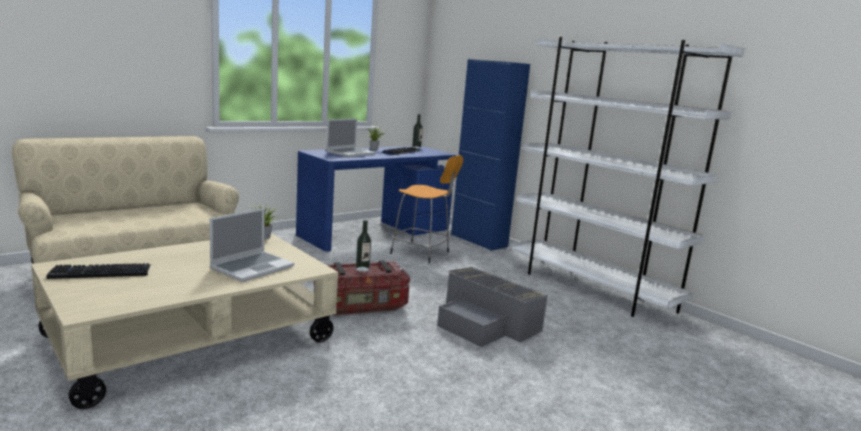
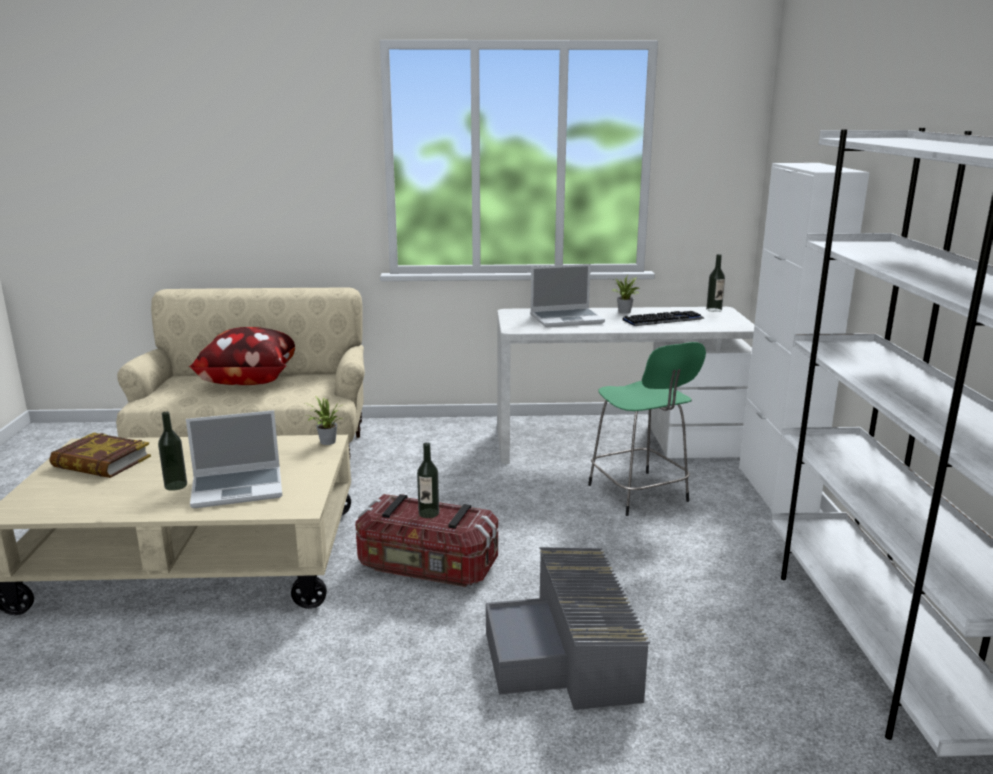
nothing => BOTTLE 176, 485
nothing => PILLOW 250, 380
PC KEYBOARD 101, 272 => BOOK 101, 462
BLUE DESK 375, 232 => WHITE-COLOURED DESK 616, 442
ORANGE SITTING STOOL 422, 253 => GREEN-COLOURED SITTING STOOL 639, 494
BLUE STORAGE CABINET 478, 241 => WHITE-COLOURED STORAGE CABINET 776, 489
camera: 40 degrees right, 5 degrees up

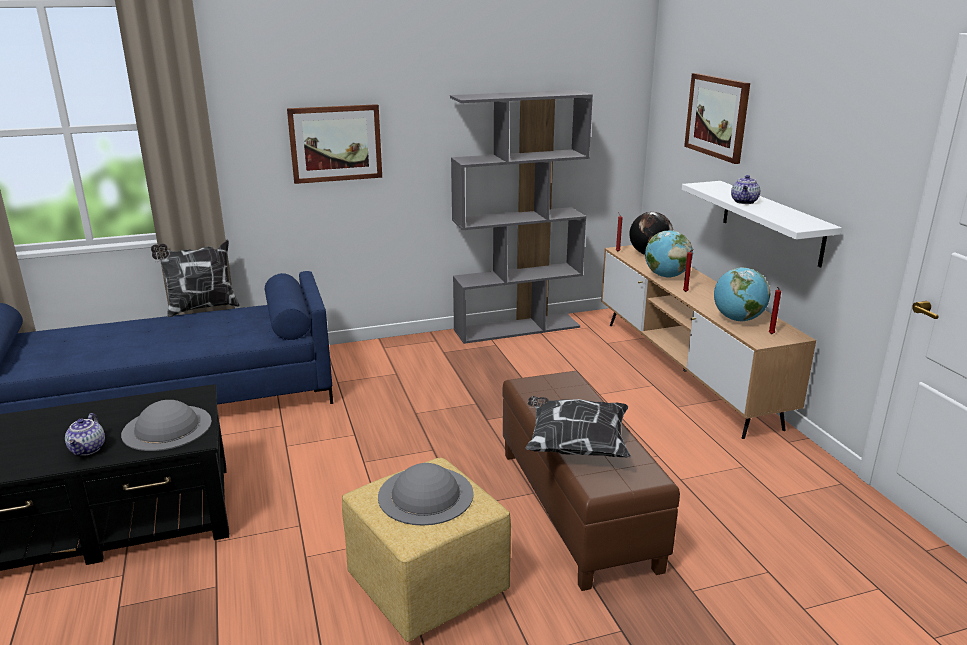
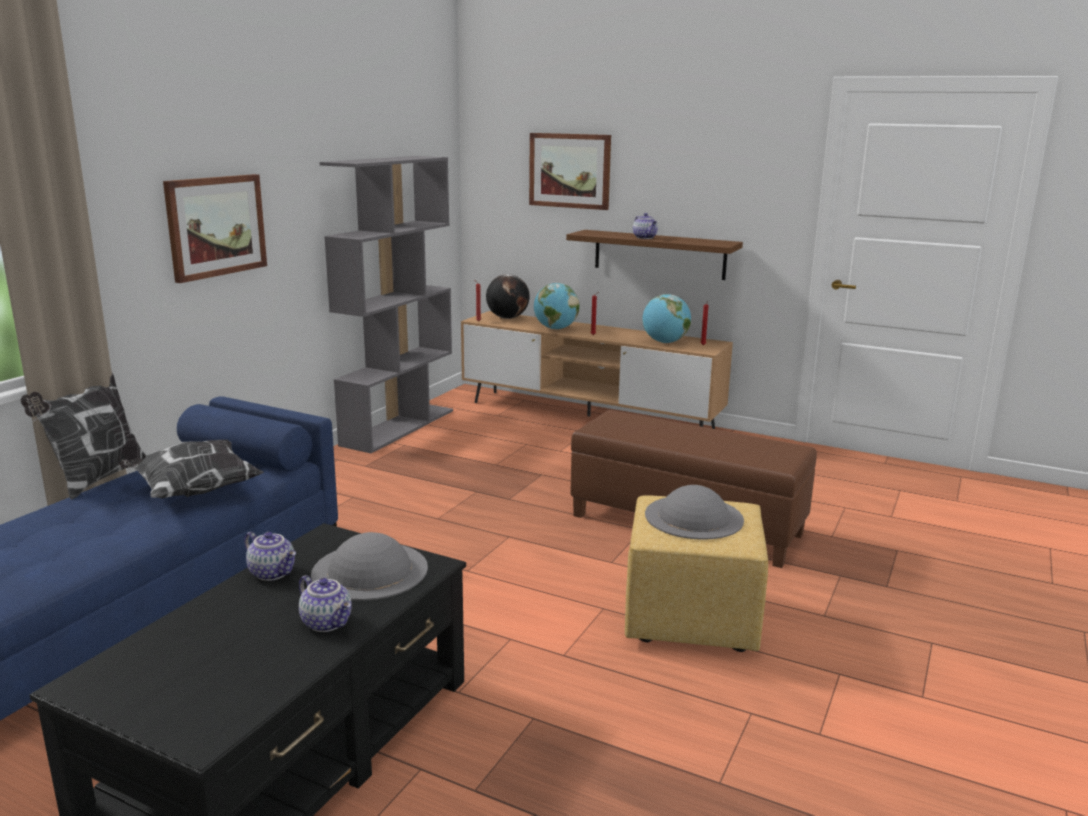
nothing => TEAPOT 273, 573
PILLOW 575, 446 => PILLOW 193, 491, move
WHITE-COLOURED BRACKET SHELF 771, 222 => BROWNISH BRACKET SHELF 659, 254
camera: 45 degrees left, 5 degrees down

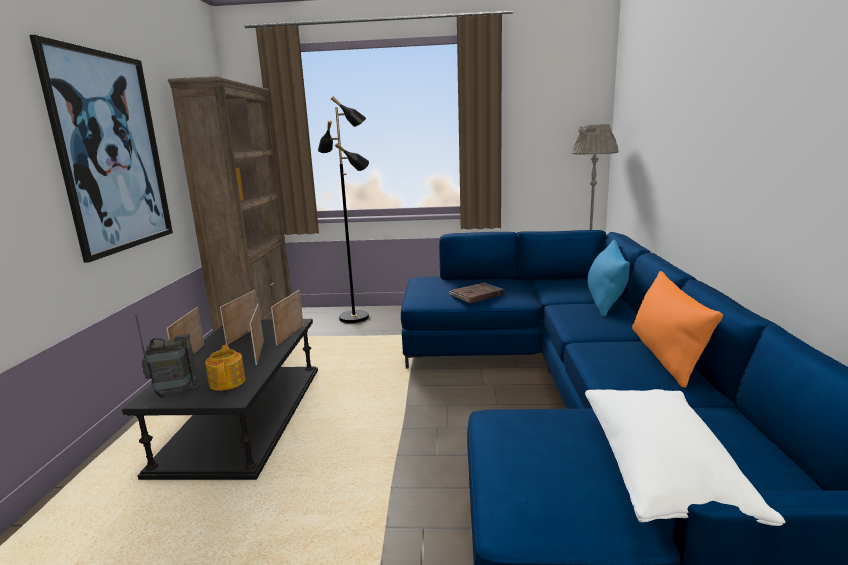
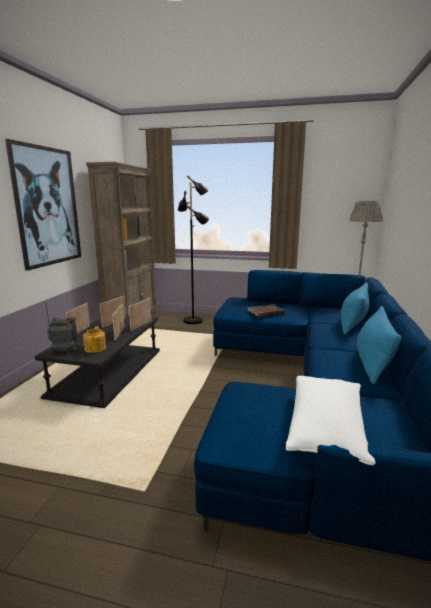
ORANGE PILLOW 664, 355 => BLUE PILLOW 373, 363
camera: 10 degrees right, 0 degrees up

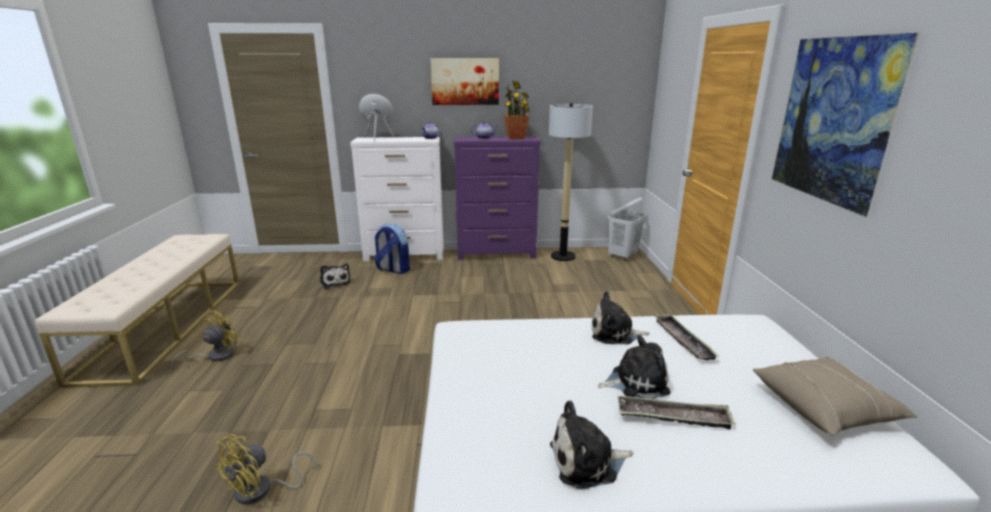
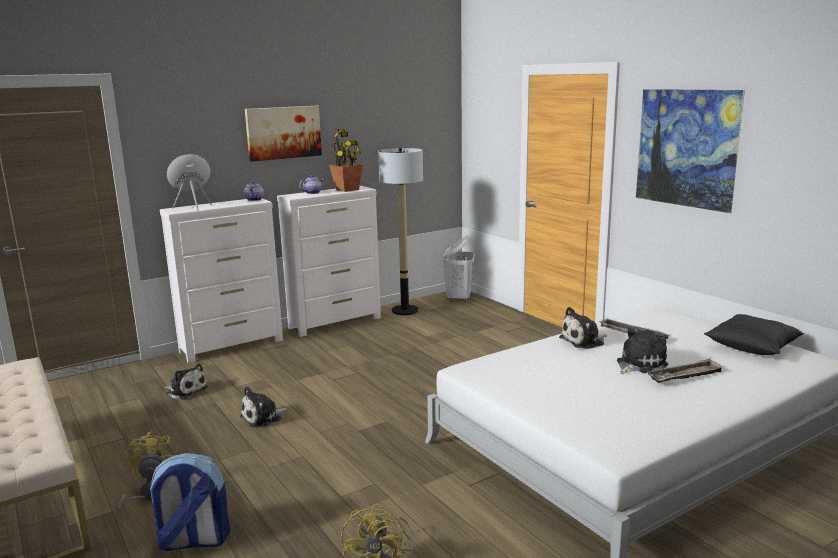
RUCKSACK 393, 269 => RUCKSACK 193, 541, move
PLUSH TOY 587, 462 => PLUSH TOY 263, 418, move
PURPLE-COLOURED CHEST OF DRAWERS 497, 254 => WHITE-COLOURED CHEST OF DRAWERS 336, 322
BEIGE PILLOW 824, 408 => BLACKISH PILLOW 752, 346
camera: 30 degrees left, 5 degrees down

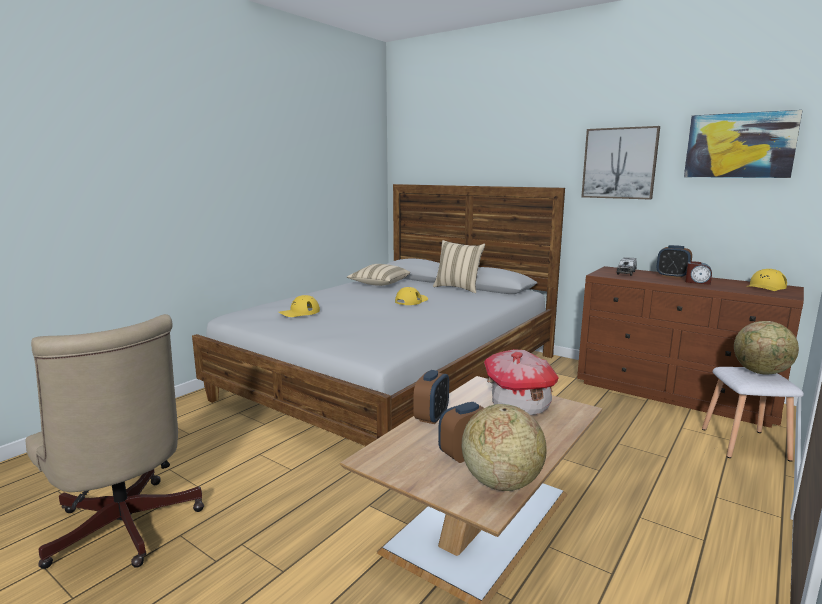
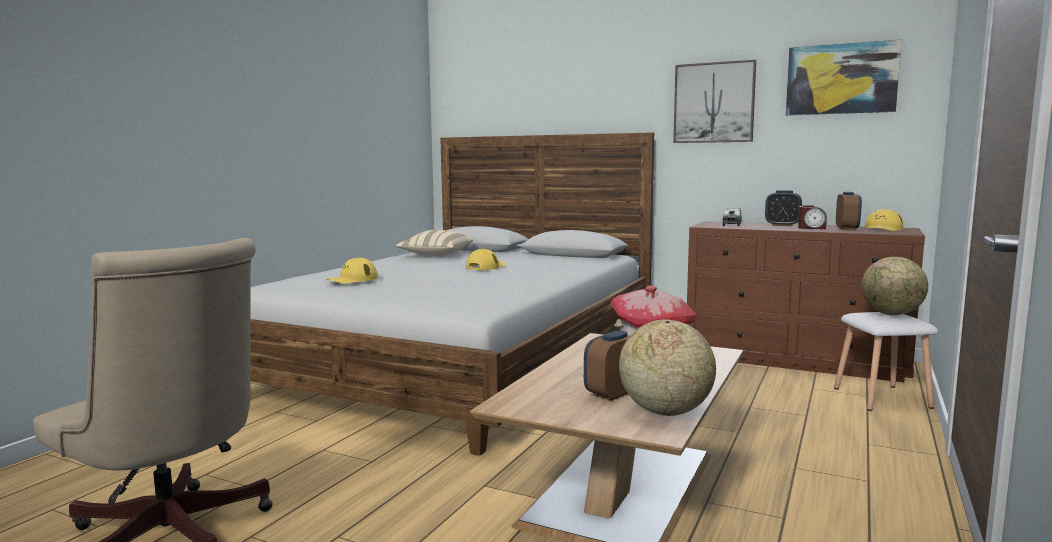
BEIGE PILLOW 458, 288 => nothing
TABLE CLOCK 431, 417 => TABLE CLOCK 847, 229, move
camera: 10 degrees left, 5 degrees down

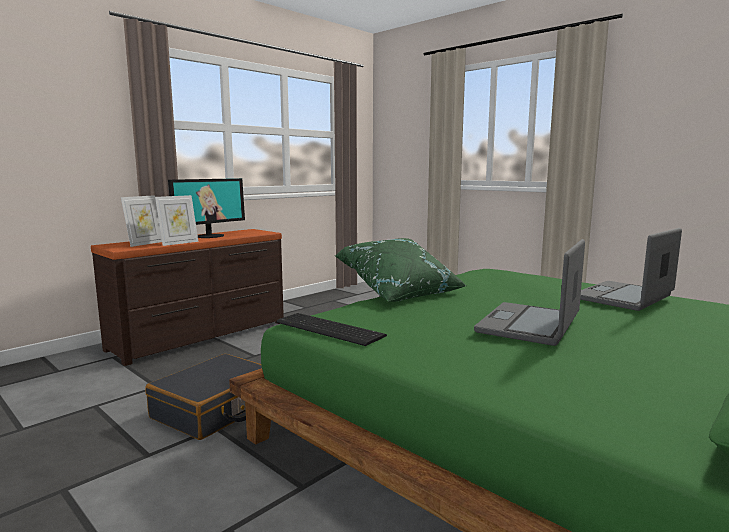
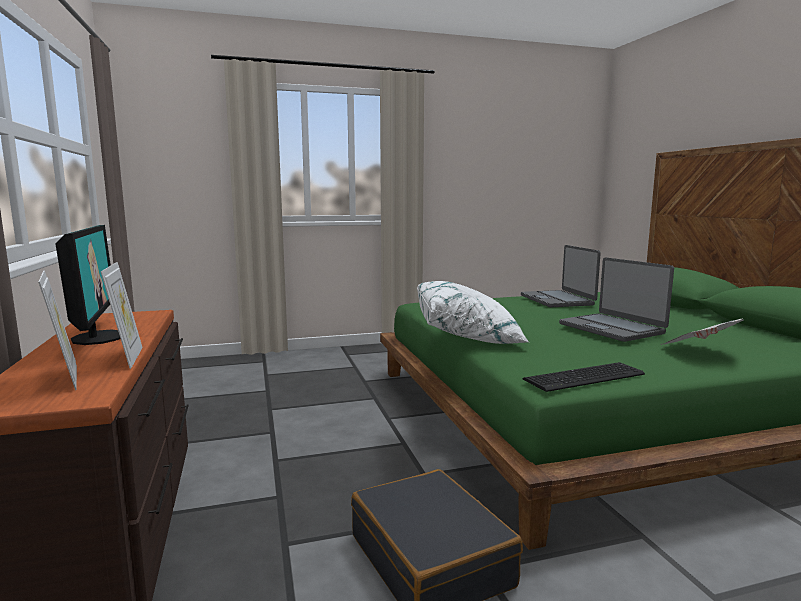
nothing => NEWSPAPER 698, 351
GREEN-COLOURED PILLOW 401, 292 => WHITE-COLOURED PILLOW 468, 336
camera: 60 degrees left, 0 degrees up

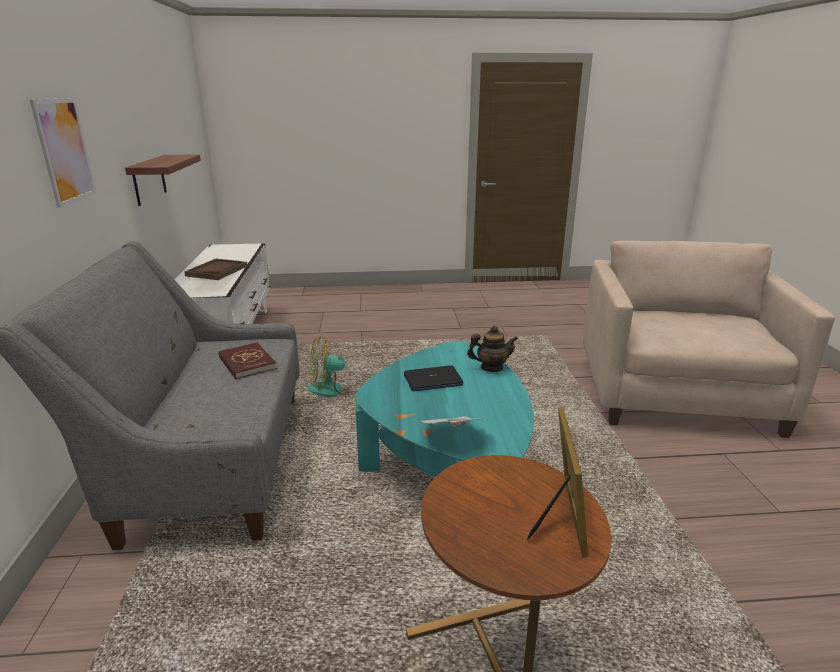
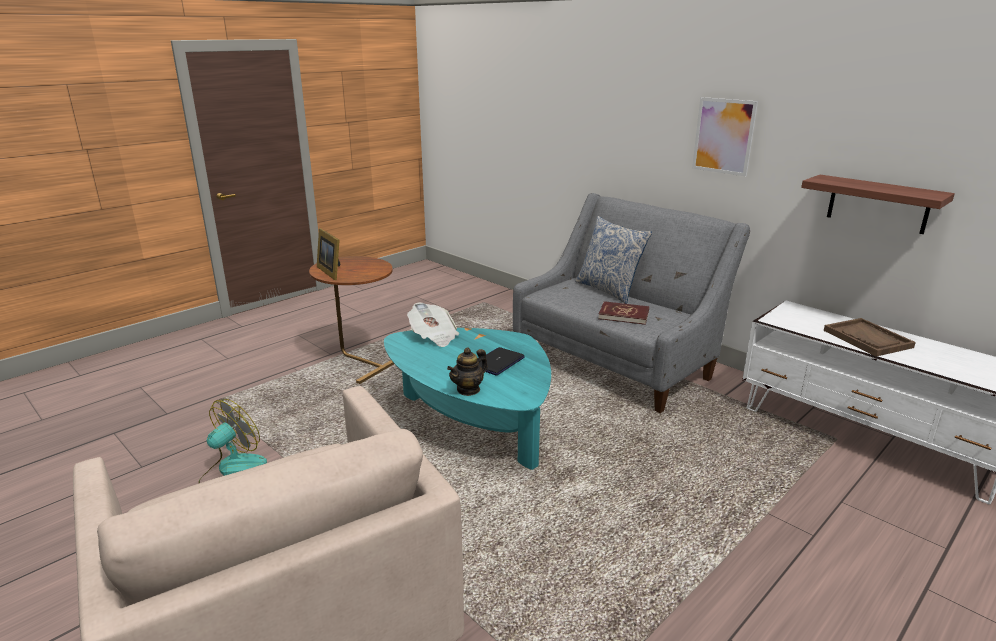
nothing => PILLOW 609, 290
FAN 334, 389 => FAN 232, 471, move
camera: 140 degrees right, 0 degrees up

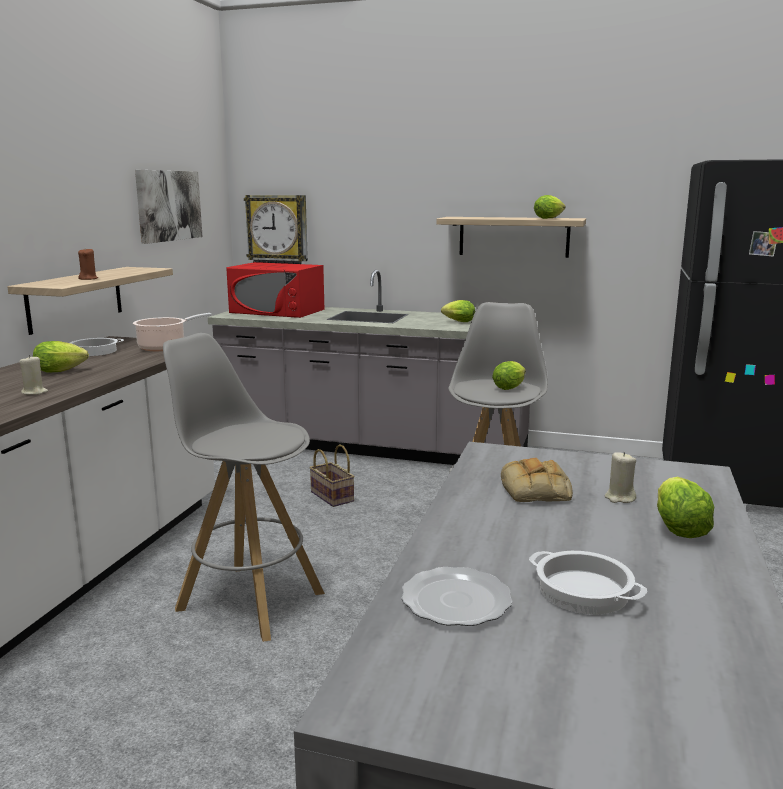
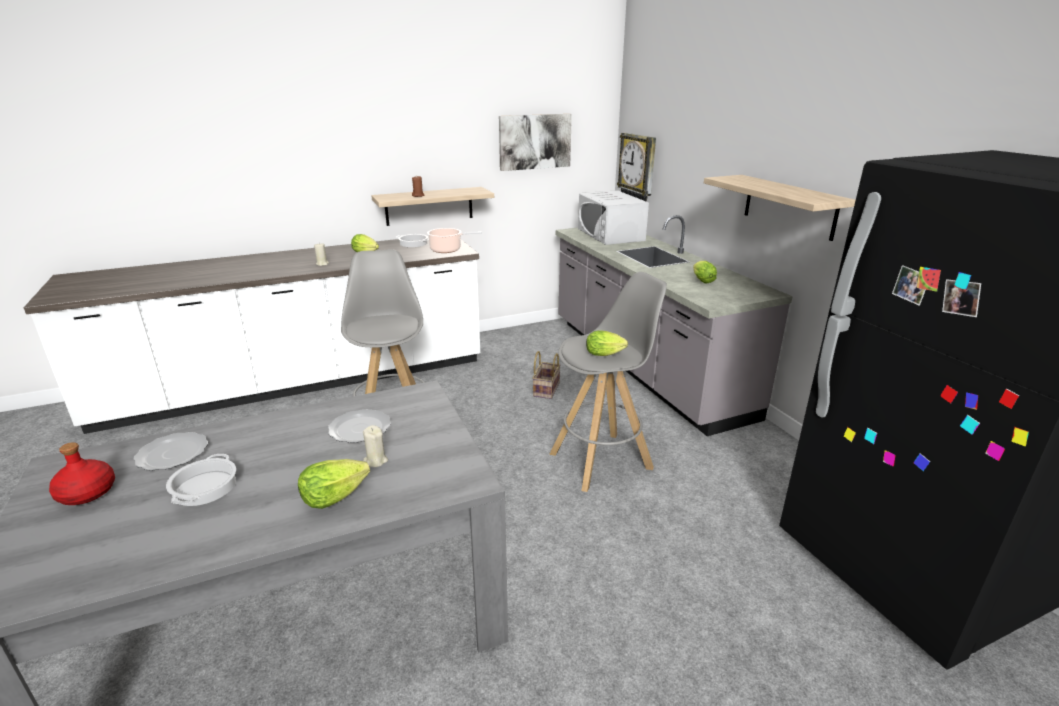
HEAD OF LETTUCE 550, 218 => nothing
nothing => RED-COLOURED BOTTLE 88, 493
BAKED BREAD 536, 491 => DINNER PLATE 360, 429
RED-COLOURED MICROWAVE OVEN 277, 311 => WHITE-COLOURED MICROWAVE OVEN 610, 234
camera: 50 degrees right, 10 degrees up

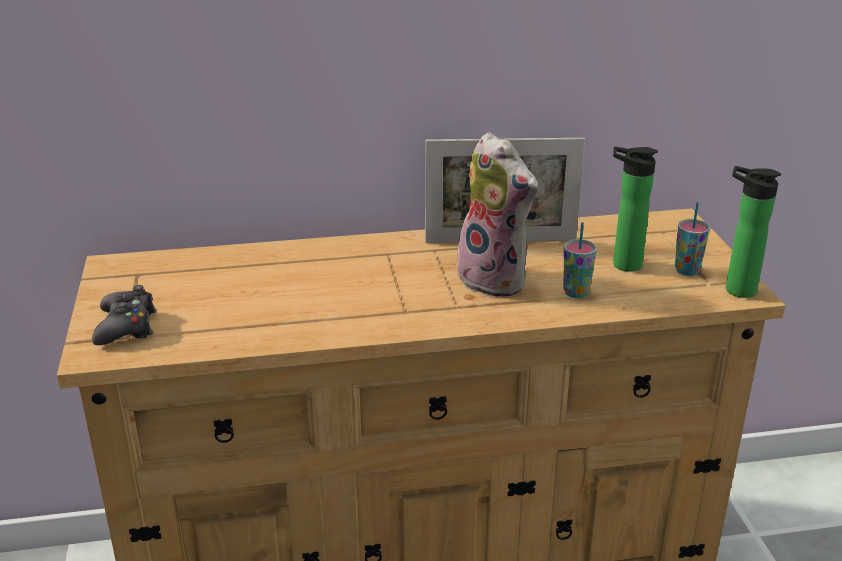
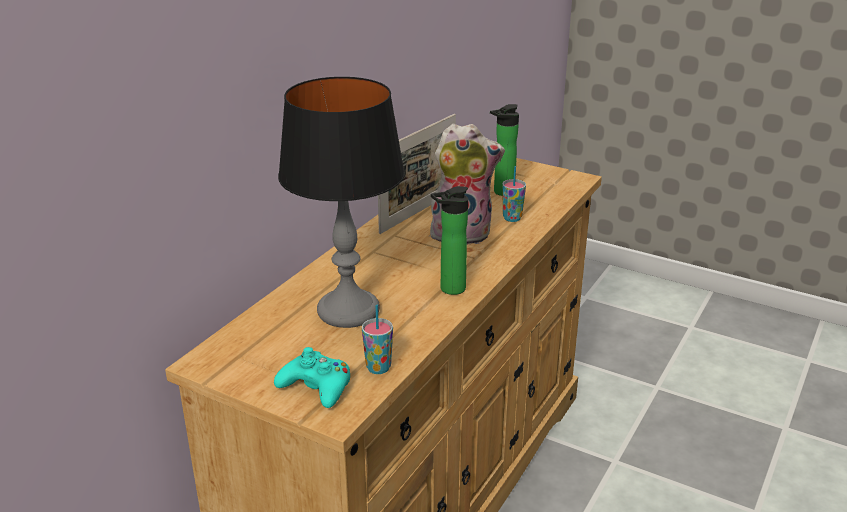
nothing => TABLETOP LAMP 348, 311
CUP 687, 271 => CUP 378, 368, move
BOTTLE 735, 289 => BOTTLE 449, 289, move
BLACKISH JOYPAD 126, 326 => BLUE-GREEN JOYPAD 316, 387
camera: 50 degrees left, 0 degrees up

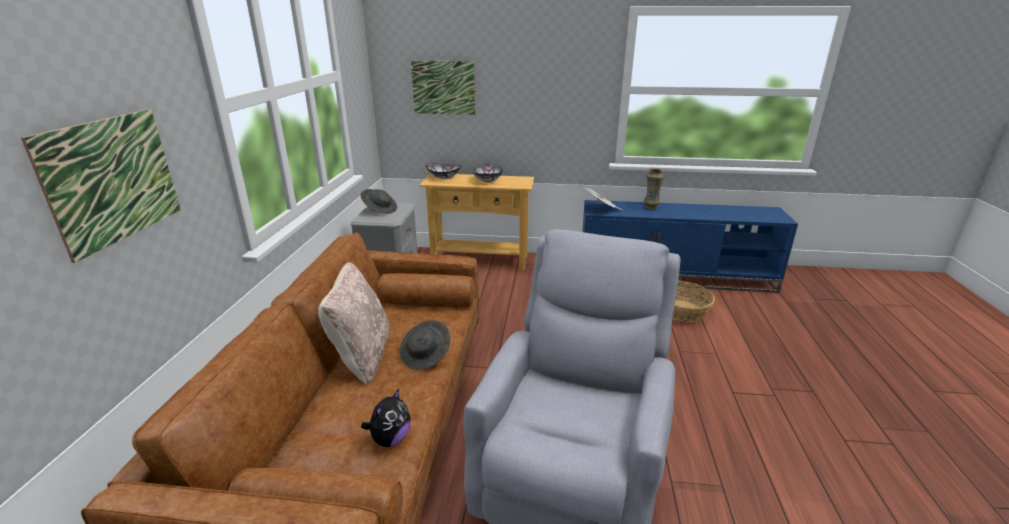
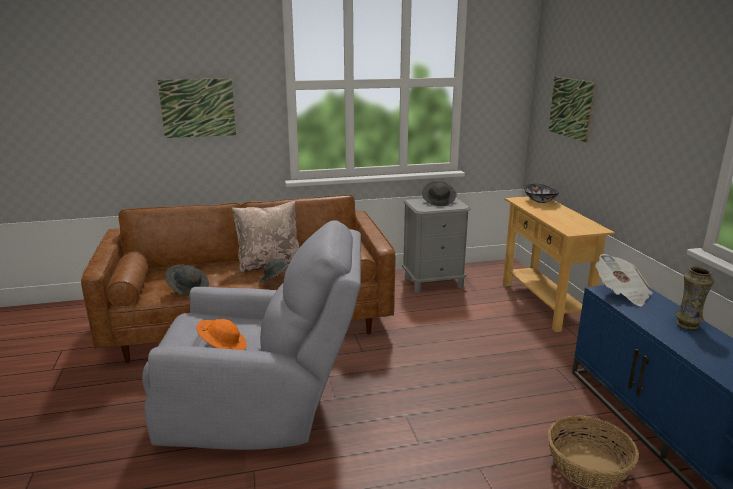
BOWL 487, 180 => nothing
nothing => ORANGE HAT 223, 347
PLUSH TOY 390, 439 => GREY HAT 188, 289
camera: 70 degrees right, 5 degrees down

